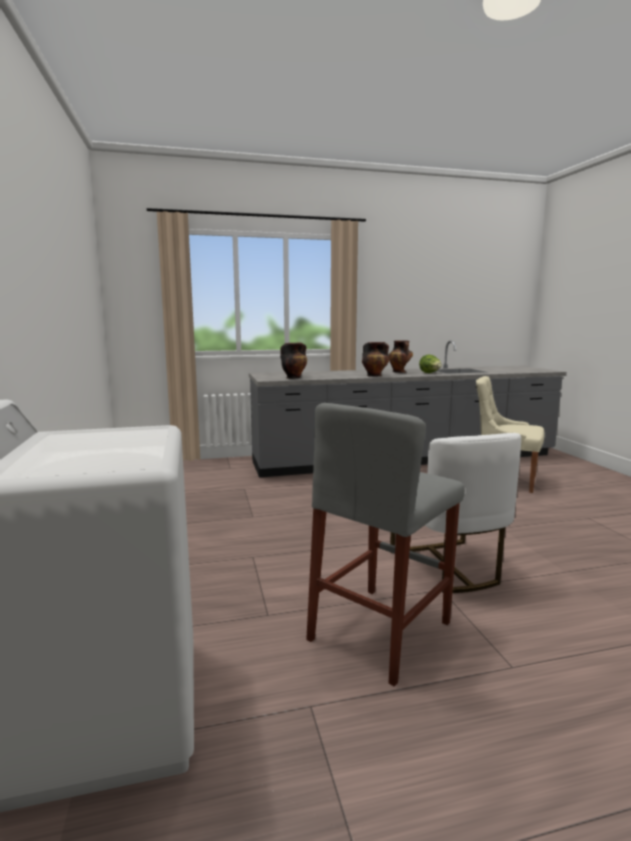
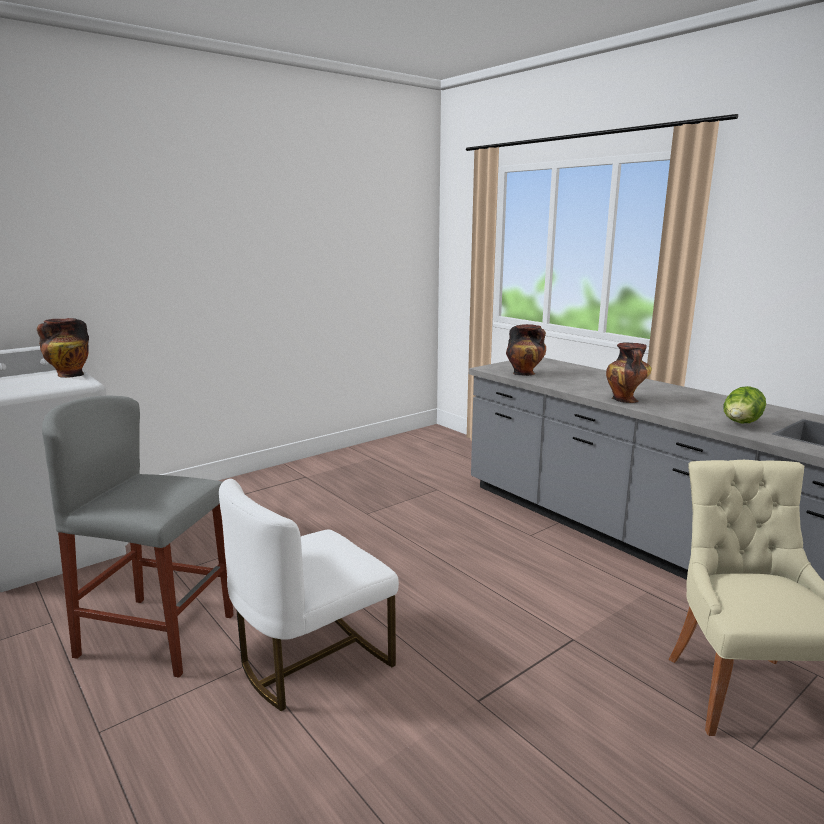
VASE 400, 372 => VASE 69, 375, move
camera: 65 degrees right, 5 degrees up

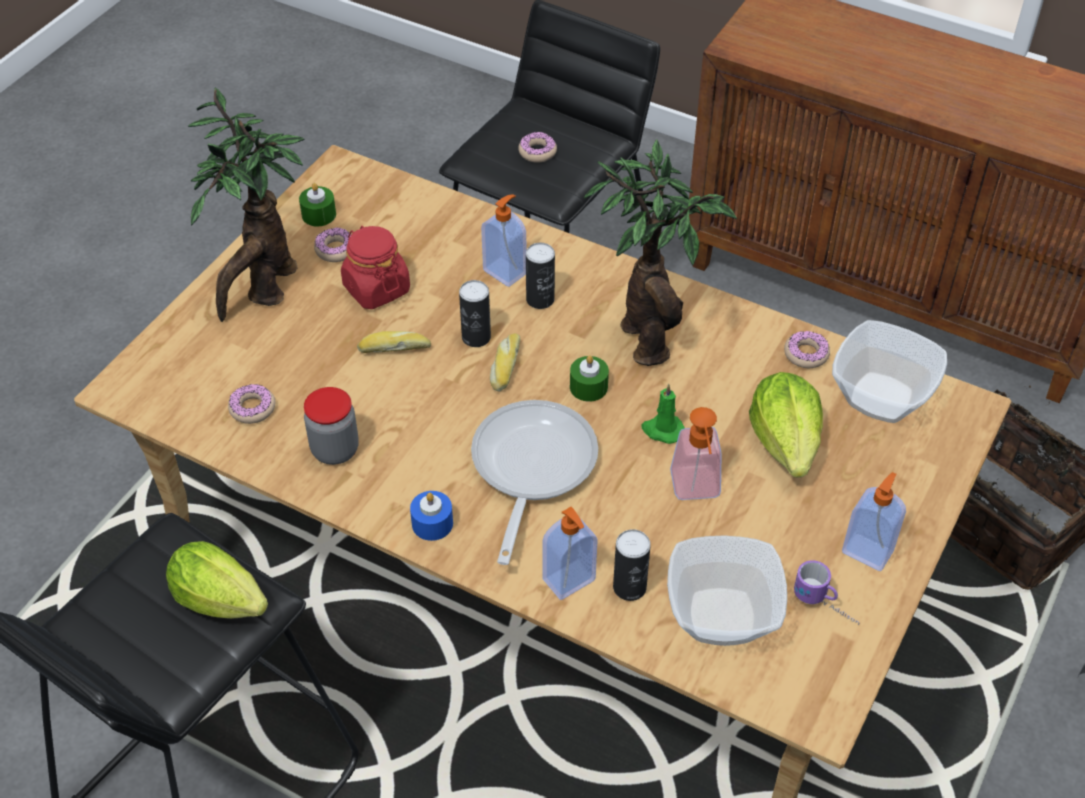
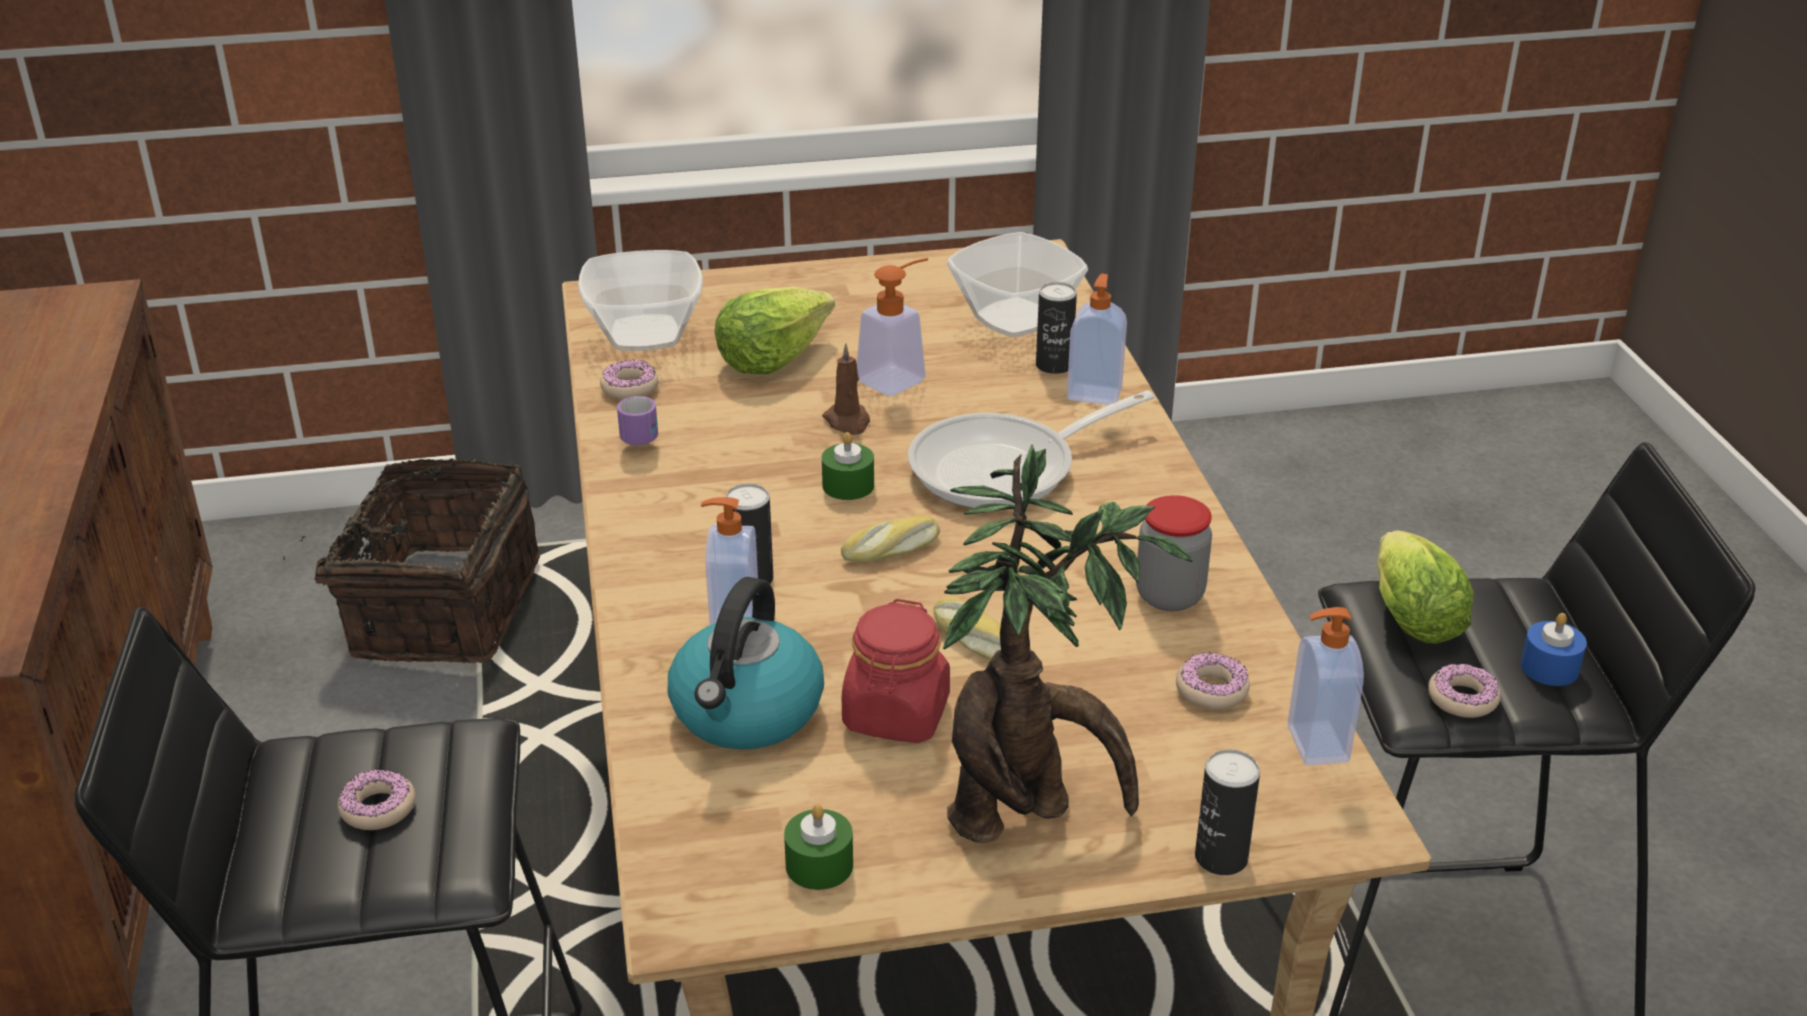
PLANT IN A POT 647, 334 => nothing
nothing => TEA KETTLE 747, 712
DONUT 336, 250 => DONUT 1462, 699, move
BLUE CANDLE 432, 523 => BLUE CANDLE 1549, 668, move
METAL CAN 476, 337 => METAL CAN 1221, 857, move
COFFEE MUG 826, 607 => COFFEE MUG 641, 434, move
SOAP BOTTLE 868, 551 => SOAP BOTTLE 1315, 744, move
GREEN-COLOURED CANDLE 662, 430 => BROWNISH CANDLE 848, 422
camera: 130 degrees left, 15 degrees down

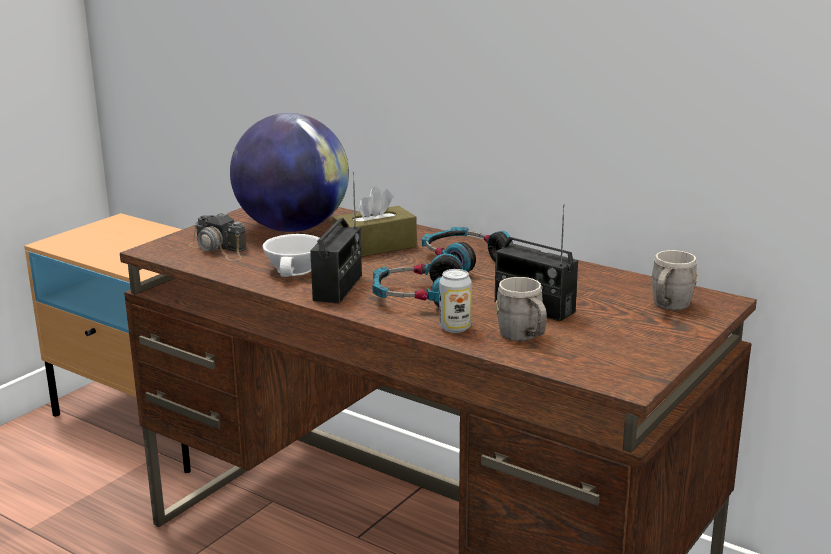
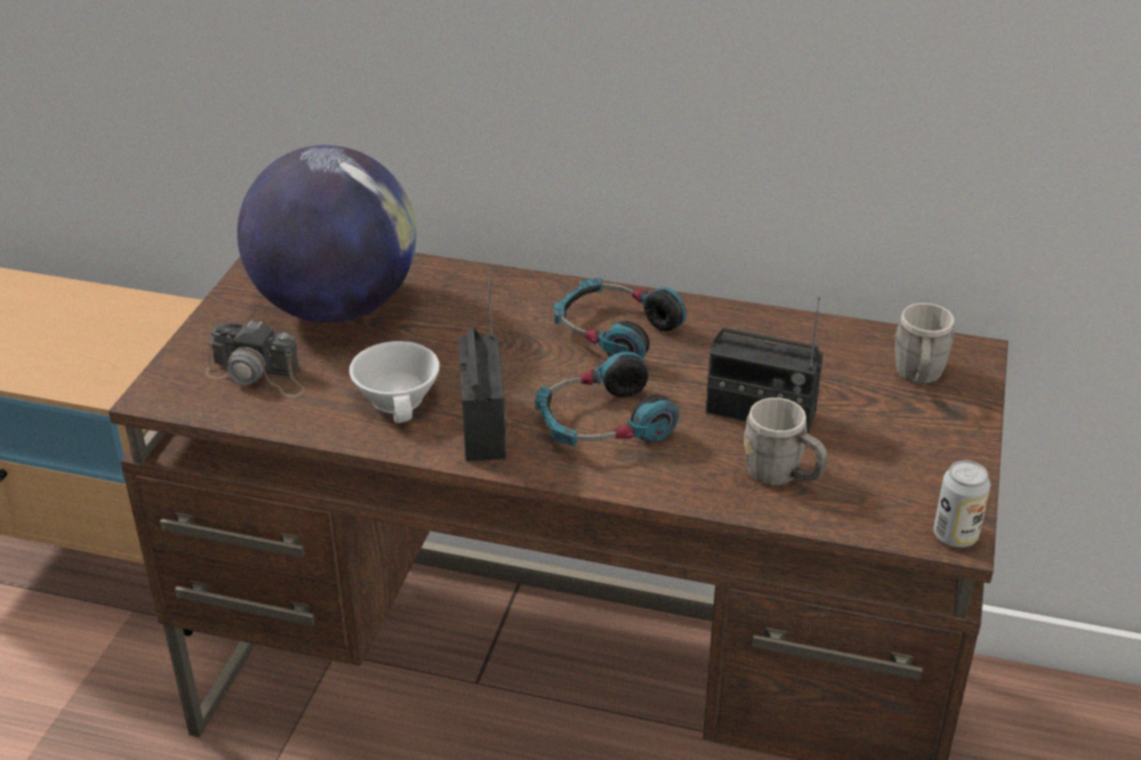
BROWNISH BOX OF TISSUES 375, 247 => nothing
METAL CAN 455, 328 => METAL CAN 955, 535, move
camera: 20 degrees left, 15 degrees up

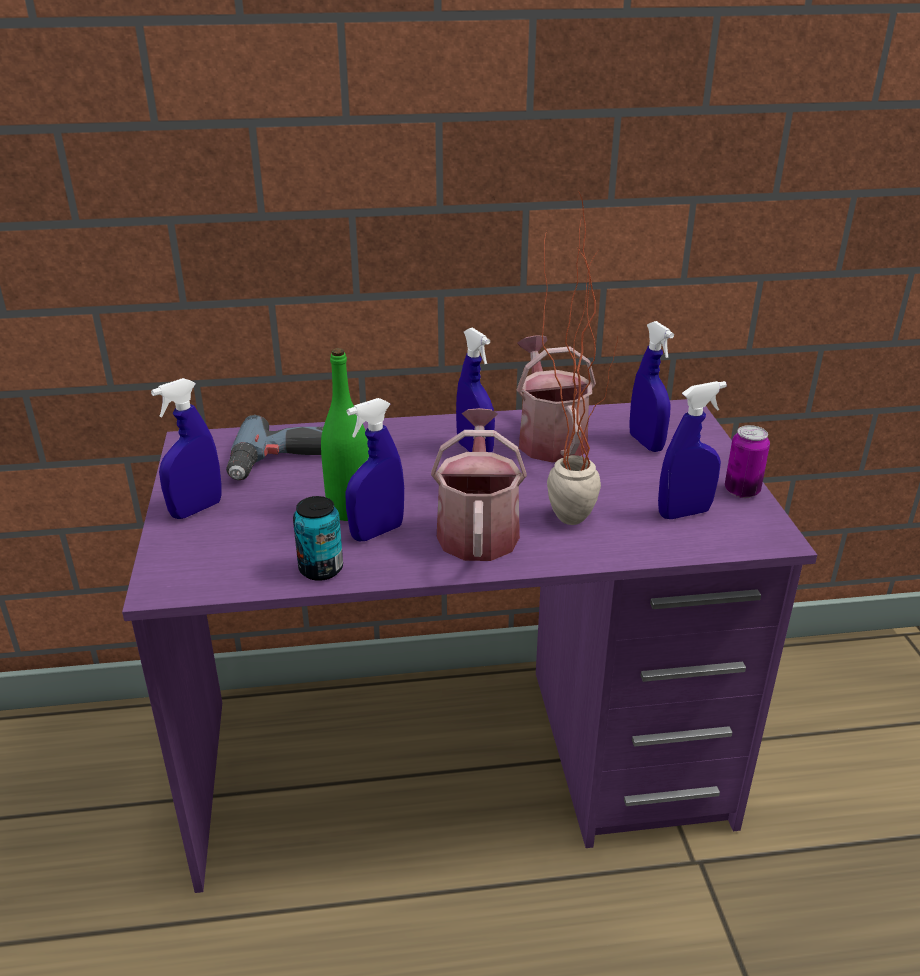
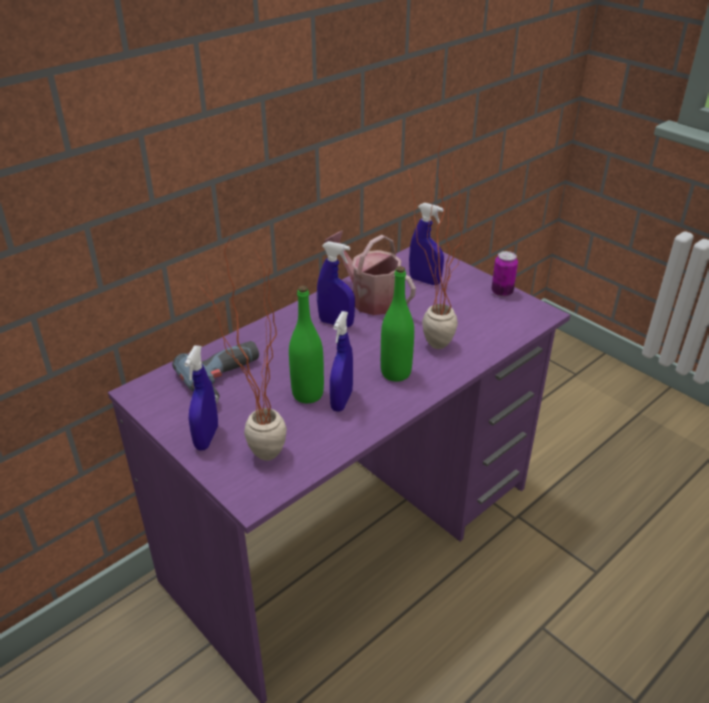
METAL CAN 321, 569 => nothing
BLUE SPRAY BOTTLE 684, 513 => nothing
nothing => PLANT IN A POT 254, 457
WATERING POT 478, 529 => GREEN-COLOURED BOTTLE 396, 373
camera: 35 degrees left, 5 degrees up

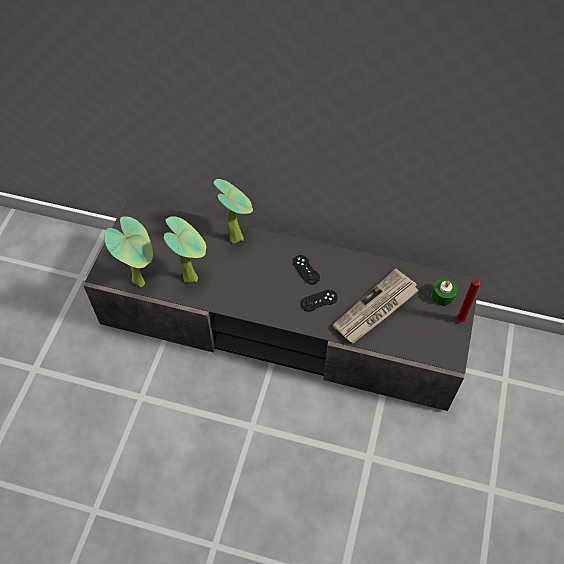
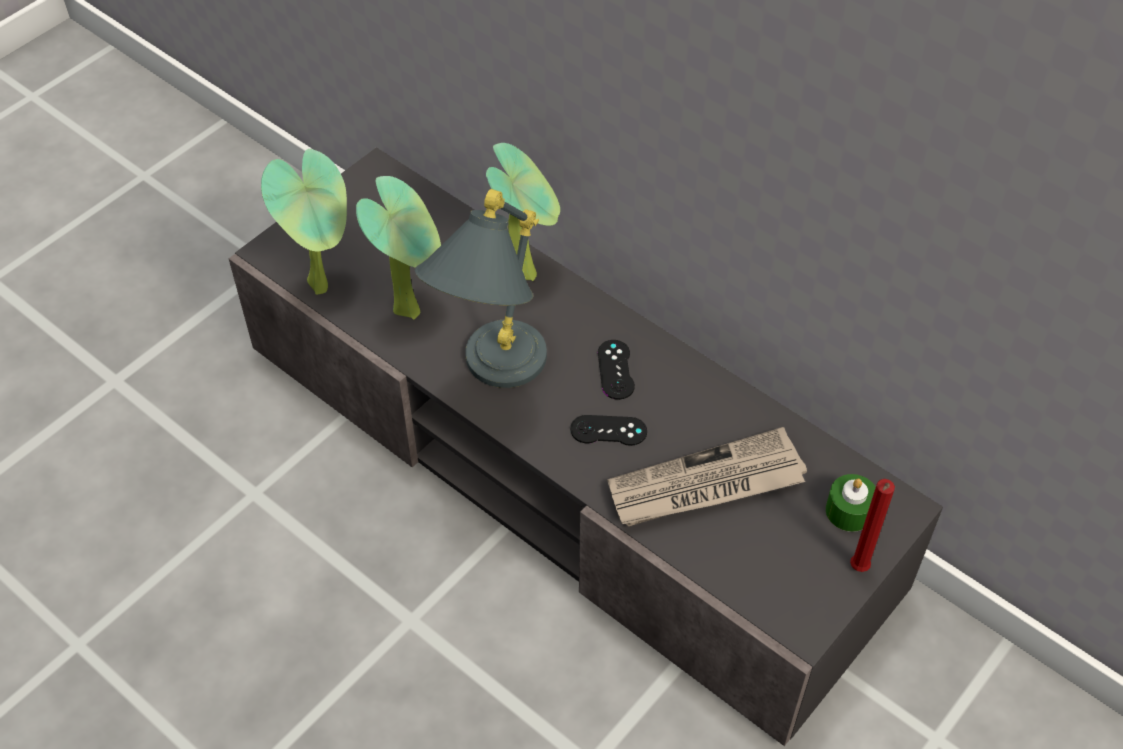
nothing => GREY TABLETOP LAMP 491, 378
camera: 25 degrees right, 5 degrees down

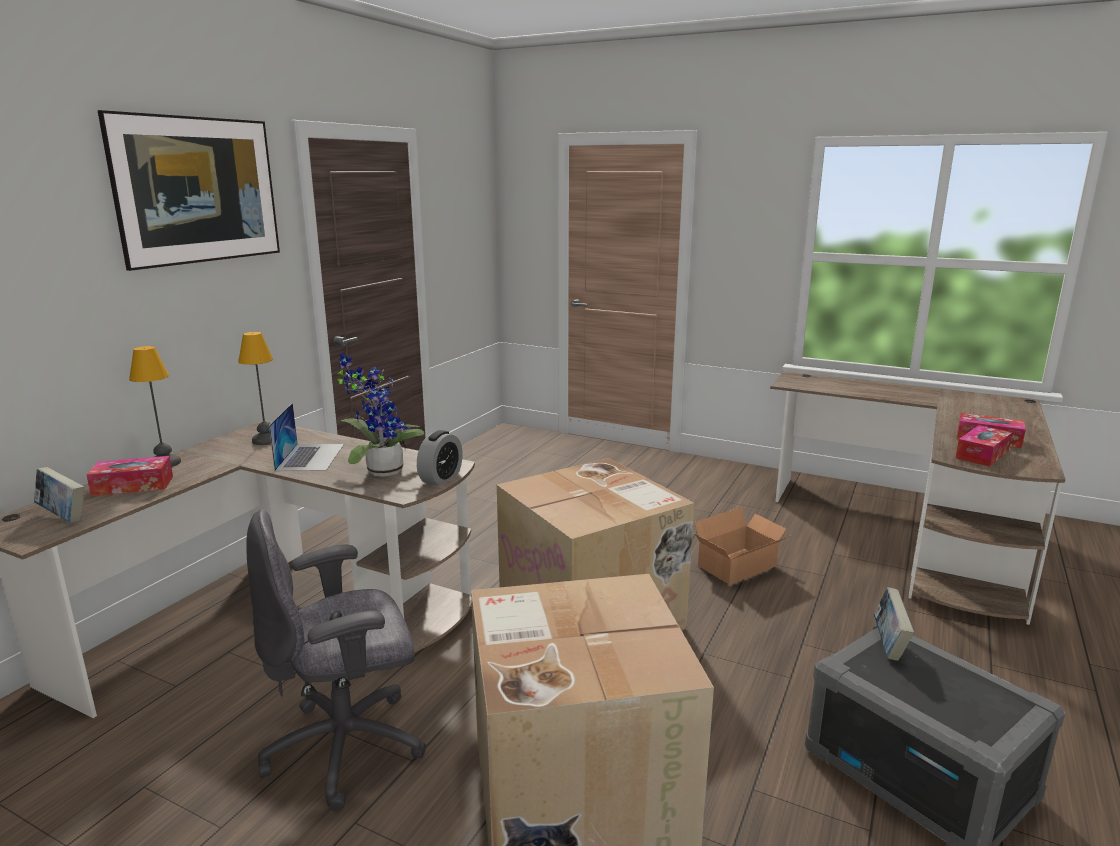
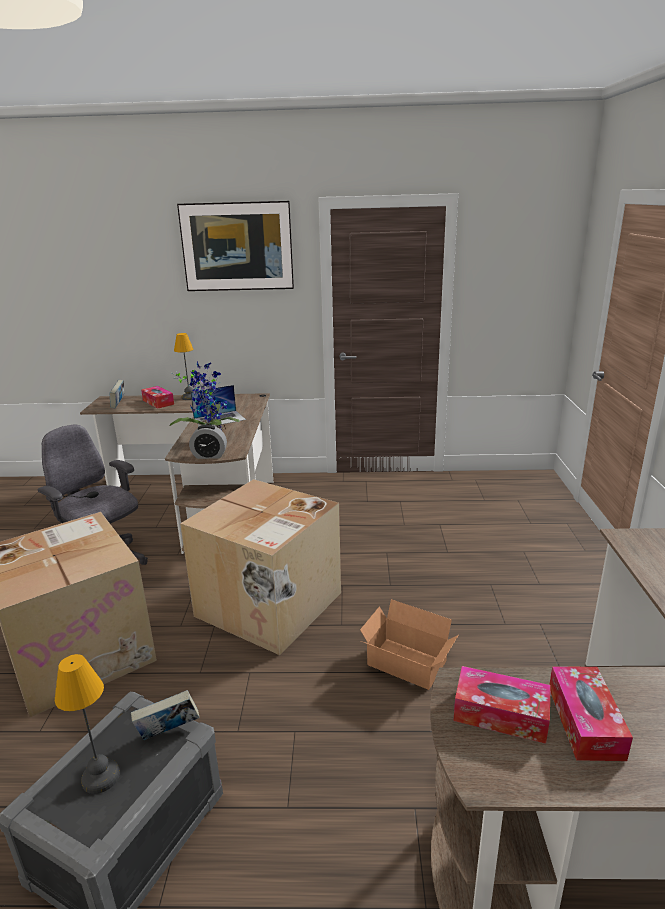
TABLETOP LAMP 267, 440 => TABLETOP LAMP 102, 777, move
camera: 65 degrees right, 5 degrees up

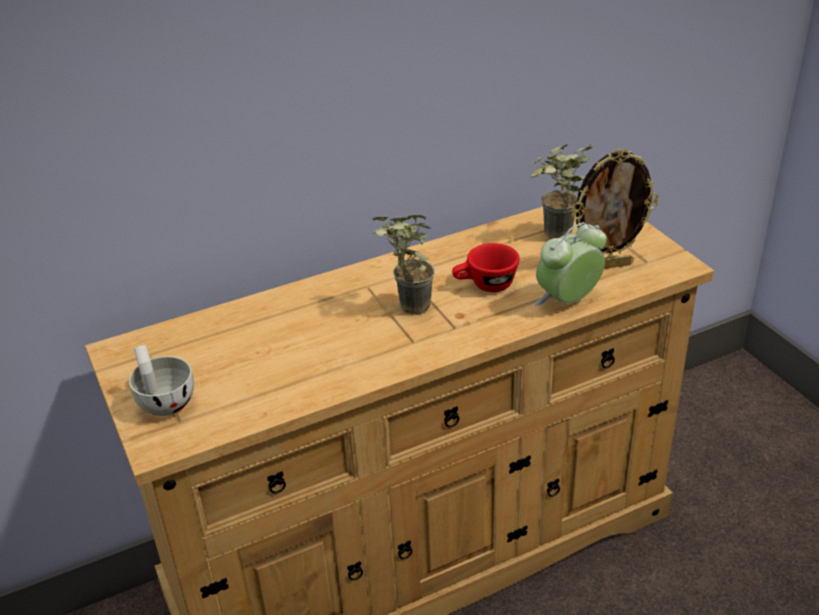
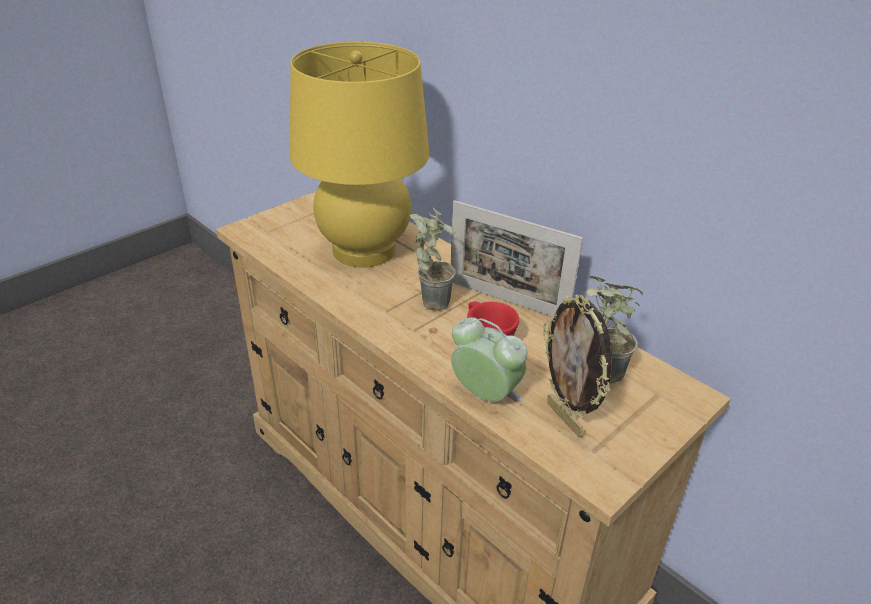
WHITE-COLOURED CUP 164, 400 => nothing
nothing => YELLOWISH TABLETOP LAMP 364, 250
nothing => PHOTO FRAME 507, 301
camera: 70 degrees right, 0 degrees up

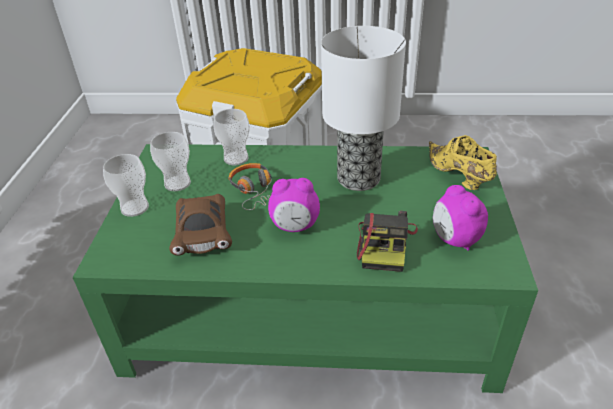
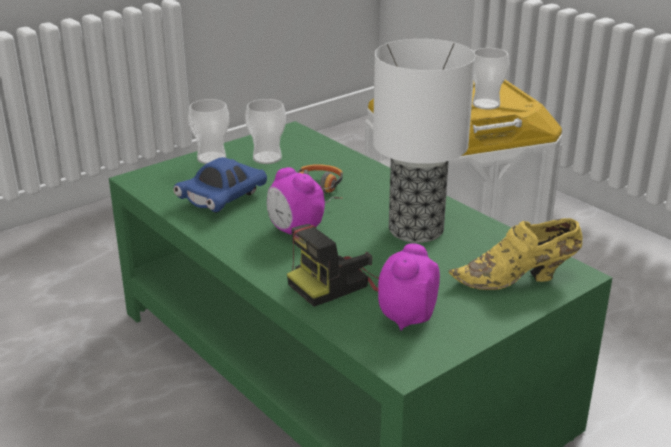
CUP 236, 158 => CUP 486, 104, move
BROWNISH MINIATURE CAR 203, 235 => BLUE MINIATURE CAR 223, 199
YELLOWISH LOW SHOE 458, 176 => YELLOWISH LOW SHOE 518, 280, 120 degrees counterclockwise
camera: 45 degrees right, 10 degrees down

